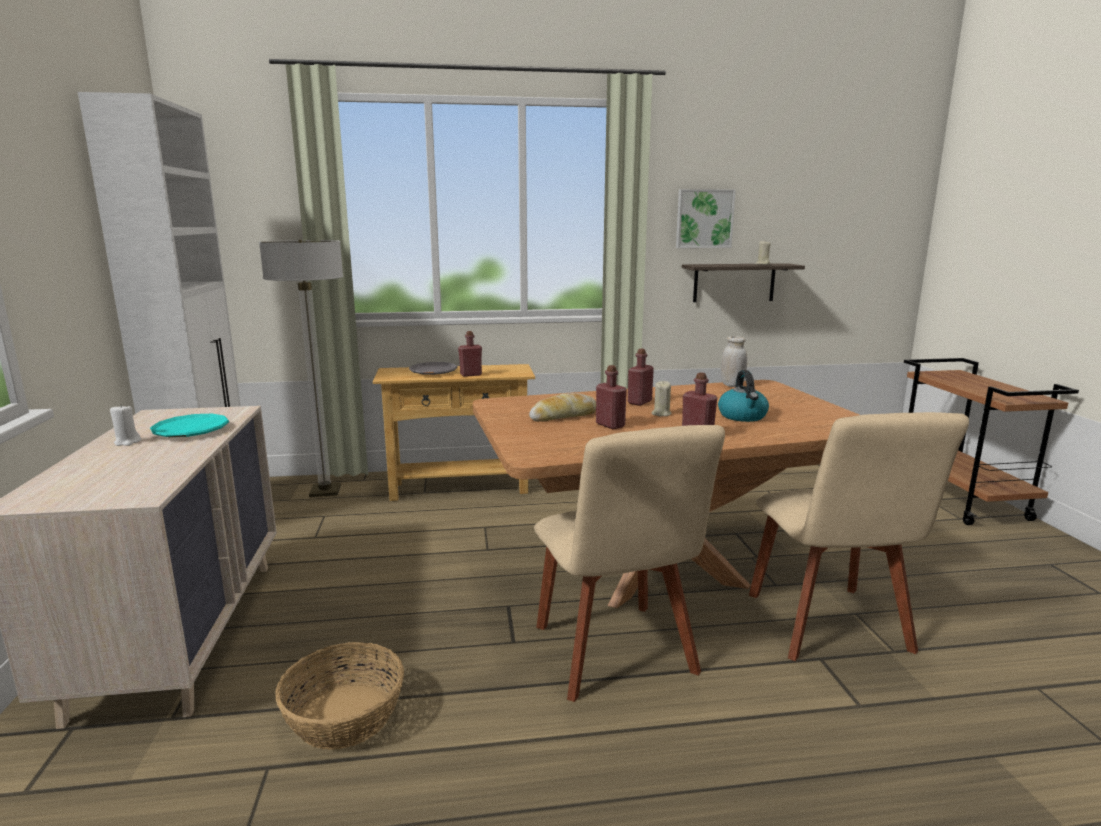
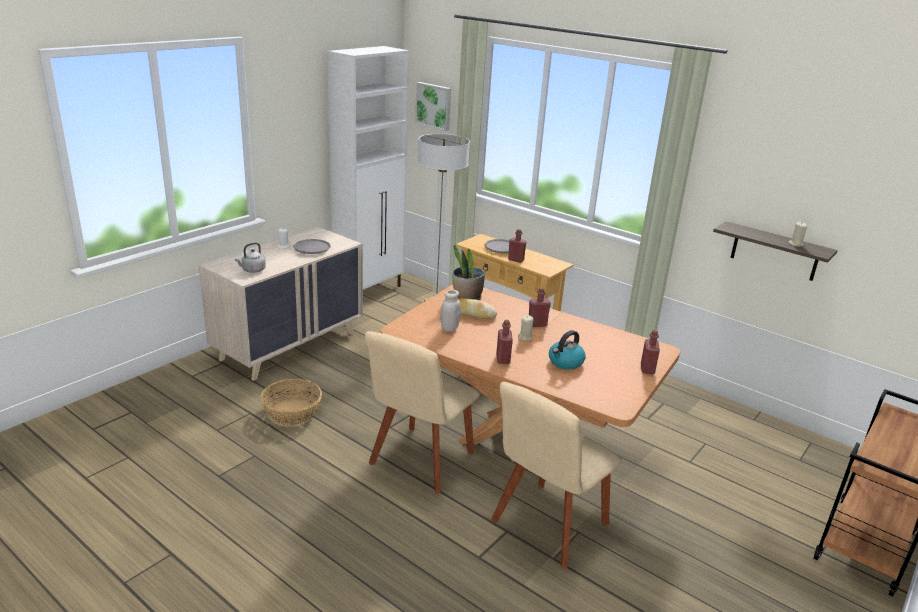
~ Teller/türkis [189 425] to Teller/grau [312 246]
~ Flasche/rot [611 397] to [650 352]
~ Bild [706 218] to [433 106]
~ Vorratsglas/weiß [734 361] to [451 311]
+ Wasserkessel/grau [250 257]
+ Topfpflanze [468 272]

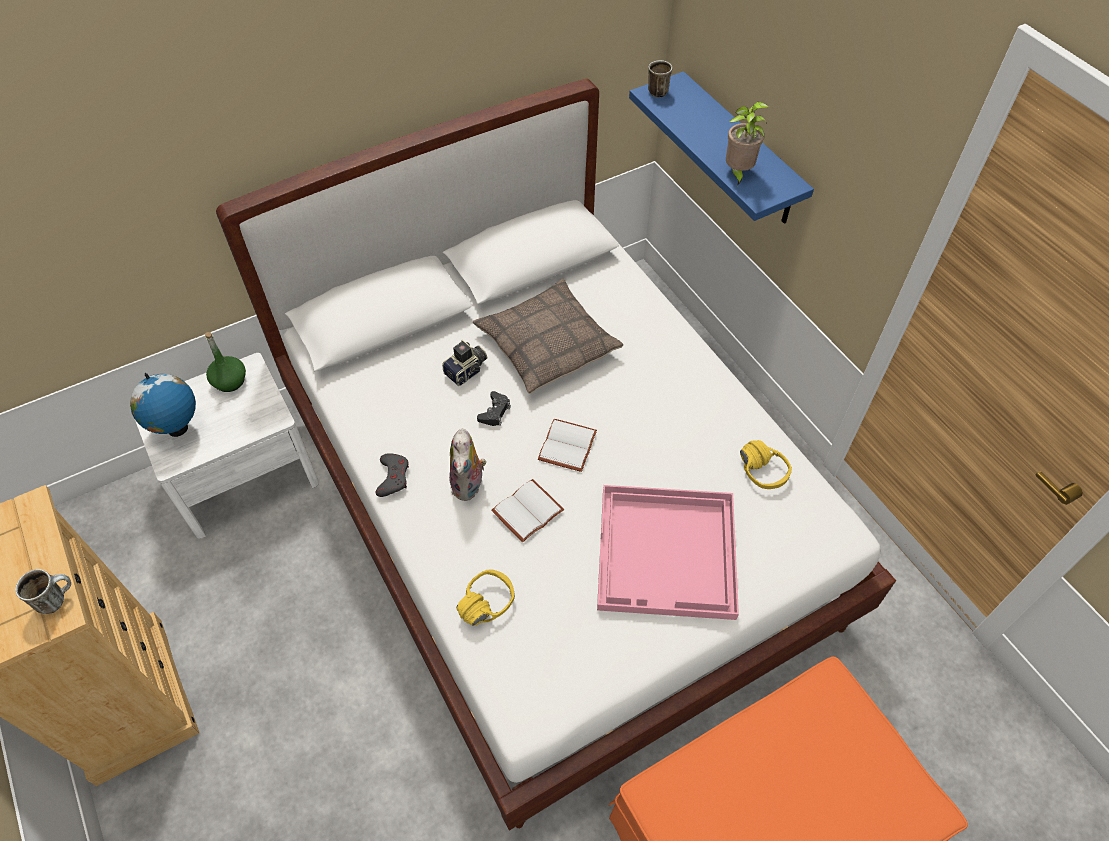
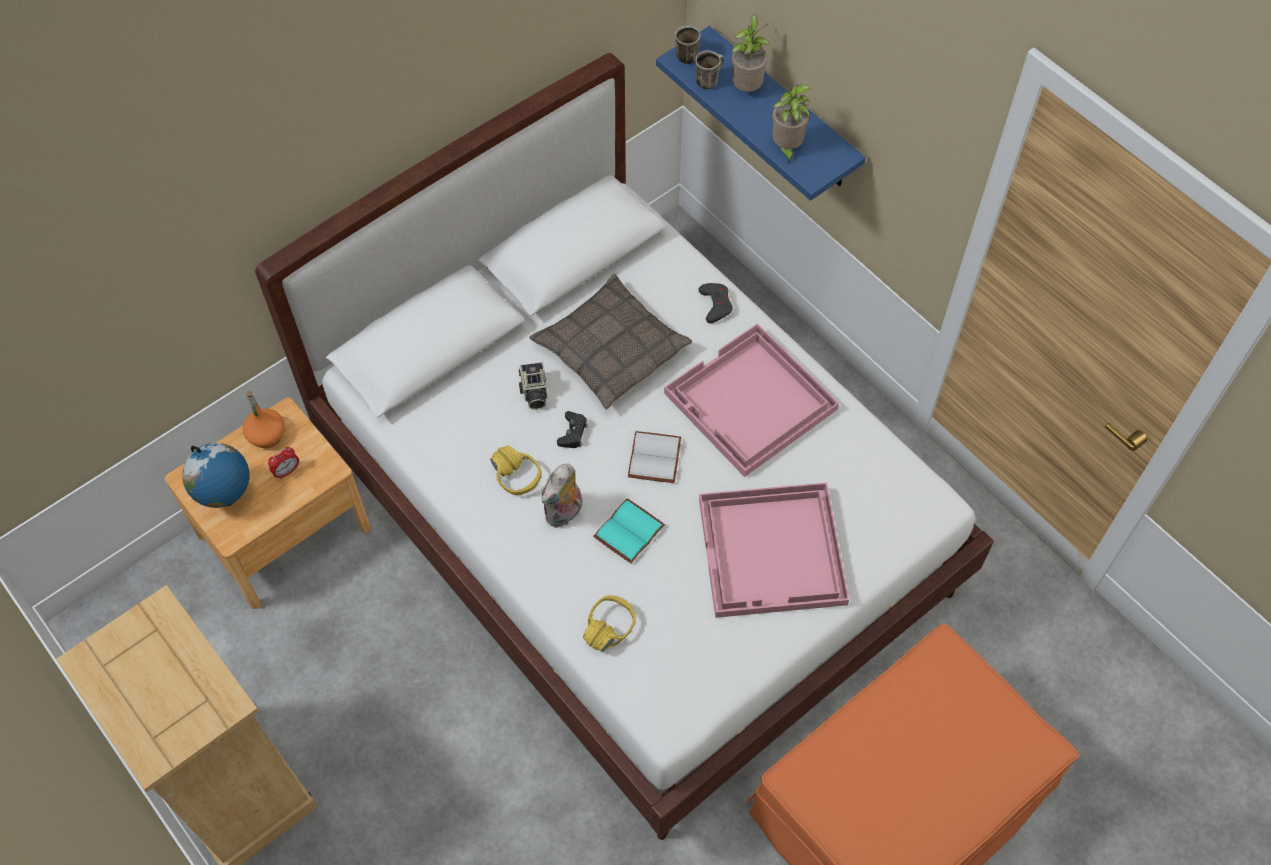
~ Henkelbecher [43 591] to [709 69]
~ Nachttisch/weiß [227 446] to Nachttisch/braun [268 503]
~ Flasche/grün [225 362] to Flasche/orange [264 419]
~ Gamepad/grau [392 475] to [715 303]
~ Kamera [464 362] = [533 386] 135 degrees clockwise
~ Plüschtier [467 464] = [562 495] 45 degrees clockwise
~ Buch/weiß [527 510] to Buch/türkis [629 531]
~ Kopfhörer/gelb [766 464] to [516 470]
+ Wecker [283 463]
+ Tablett/rosa [751 400]
+ Topfpflanze [751 53]

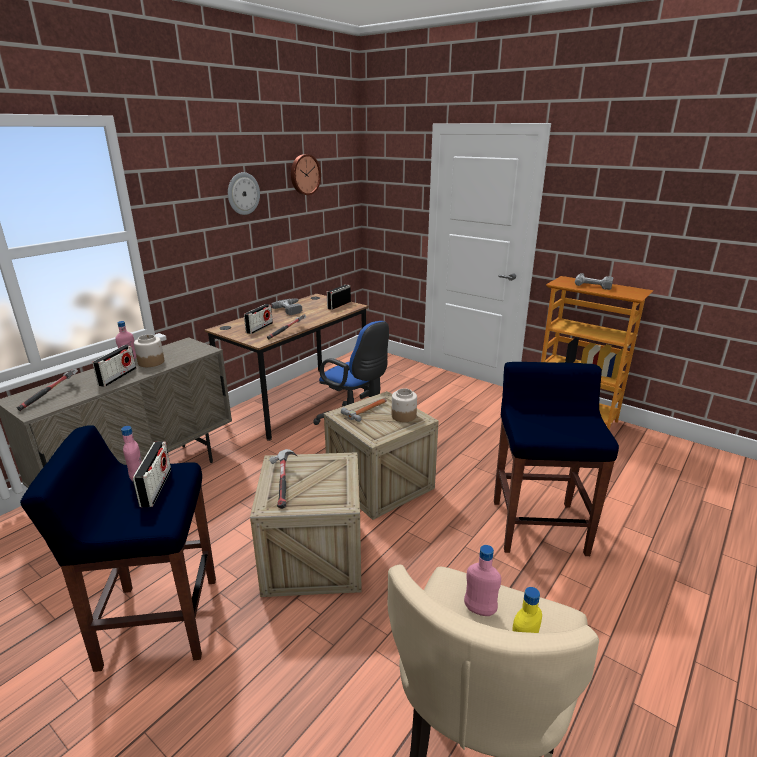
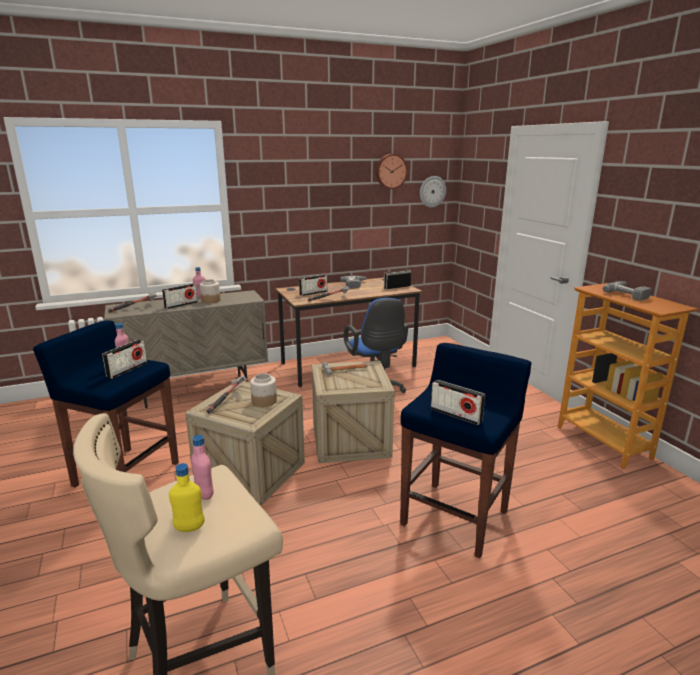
~ Wanduhr [244 193] to [433 191]
~ Vorratsglas [404 405] to [263 390]
+ Radio [458 402]

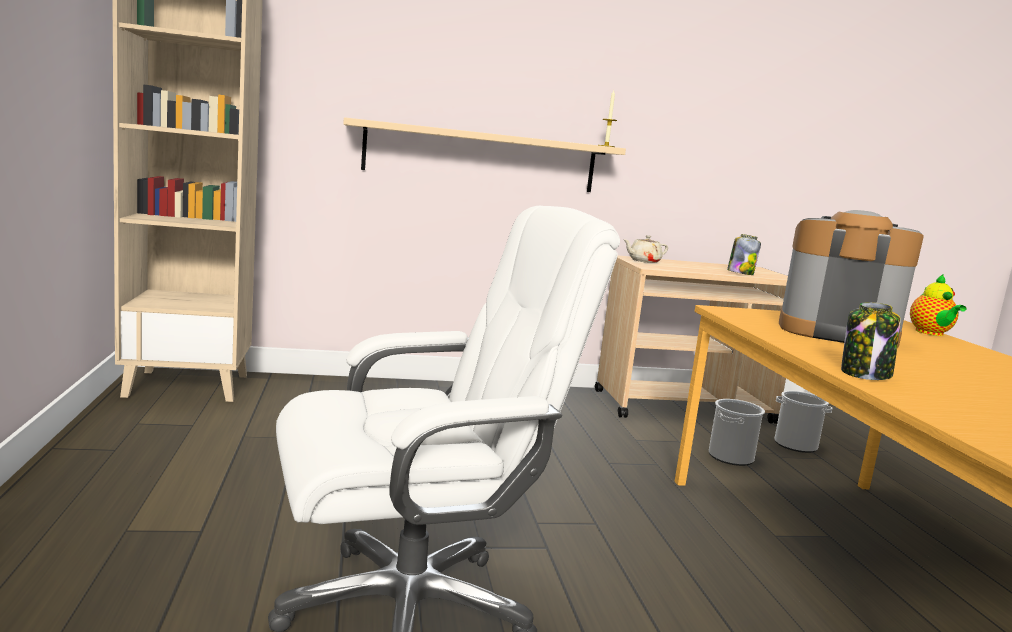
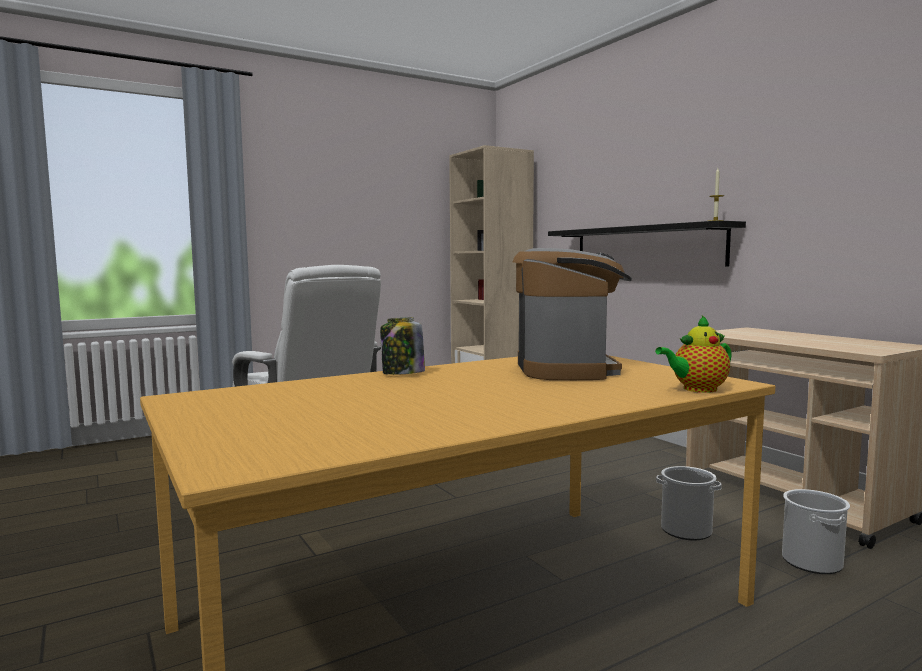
~ Wandregal/beige [484 154] to Wandregal/schwarz [647 243]
- Teekanne/beige [645 249]
- Vorratsglas [744 254]

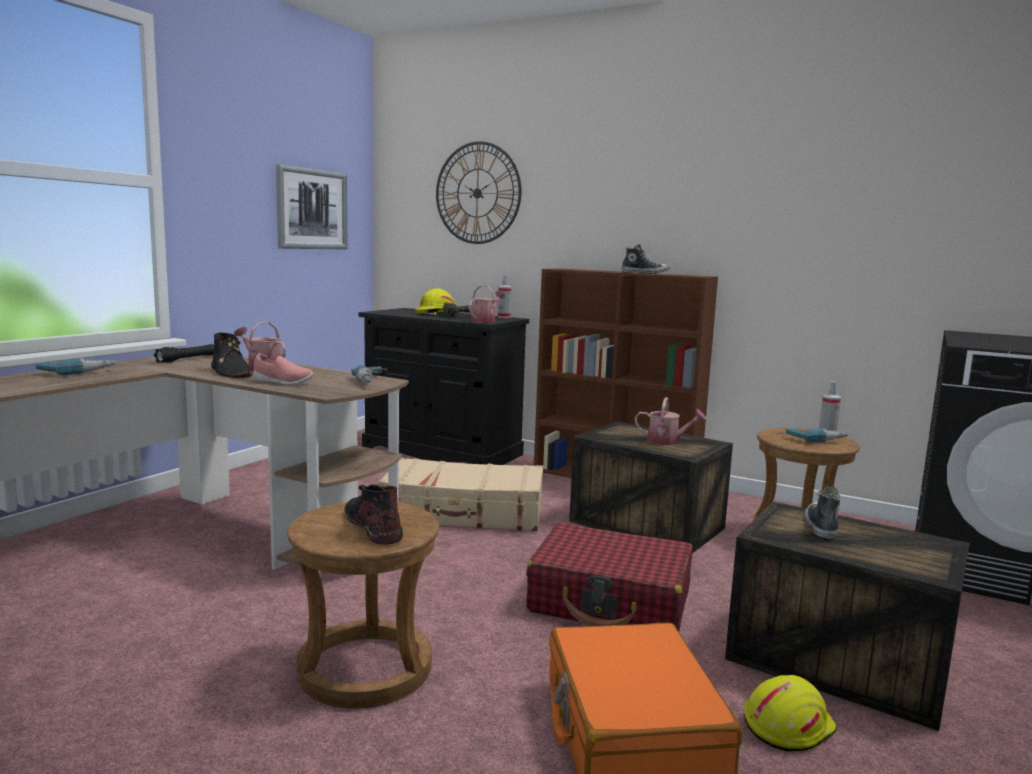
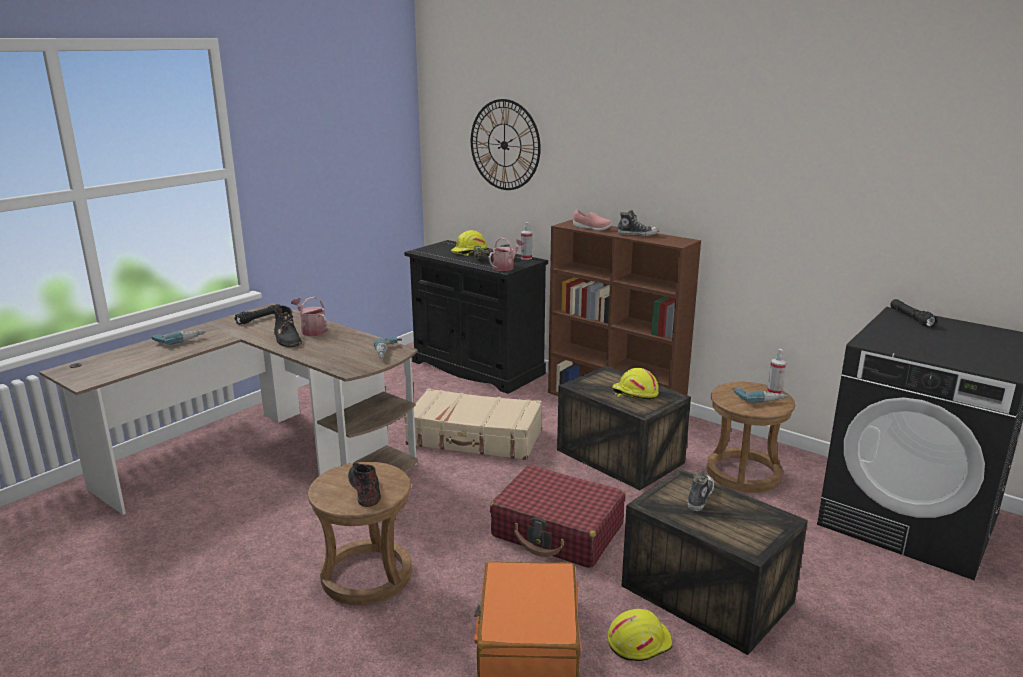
~ Schuh/rosa [283 369] to [592 220]
- Bild [311 207]
~ Gießkanne [671 421] to Schutzhelm/gelb [635 383]
+ Taschenlampe/schwarz [914 313]

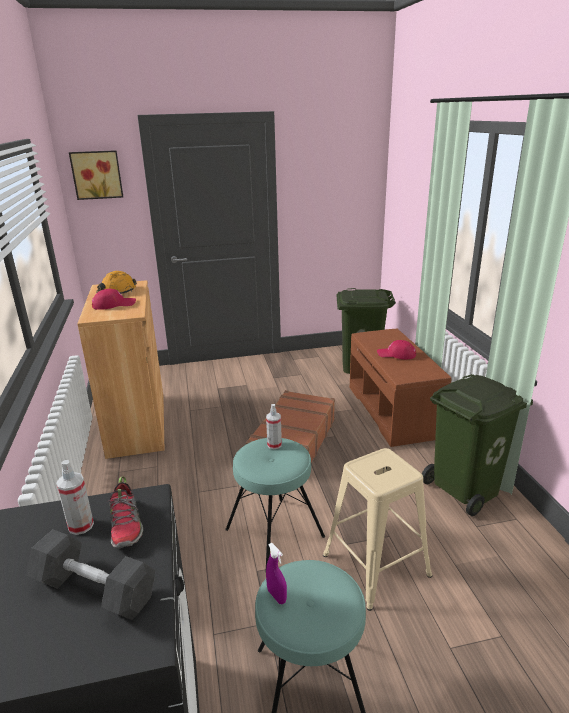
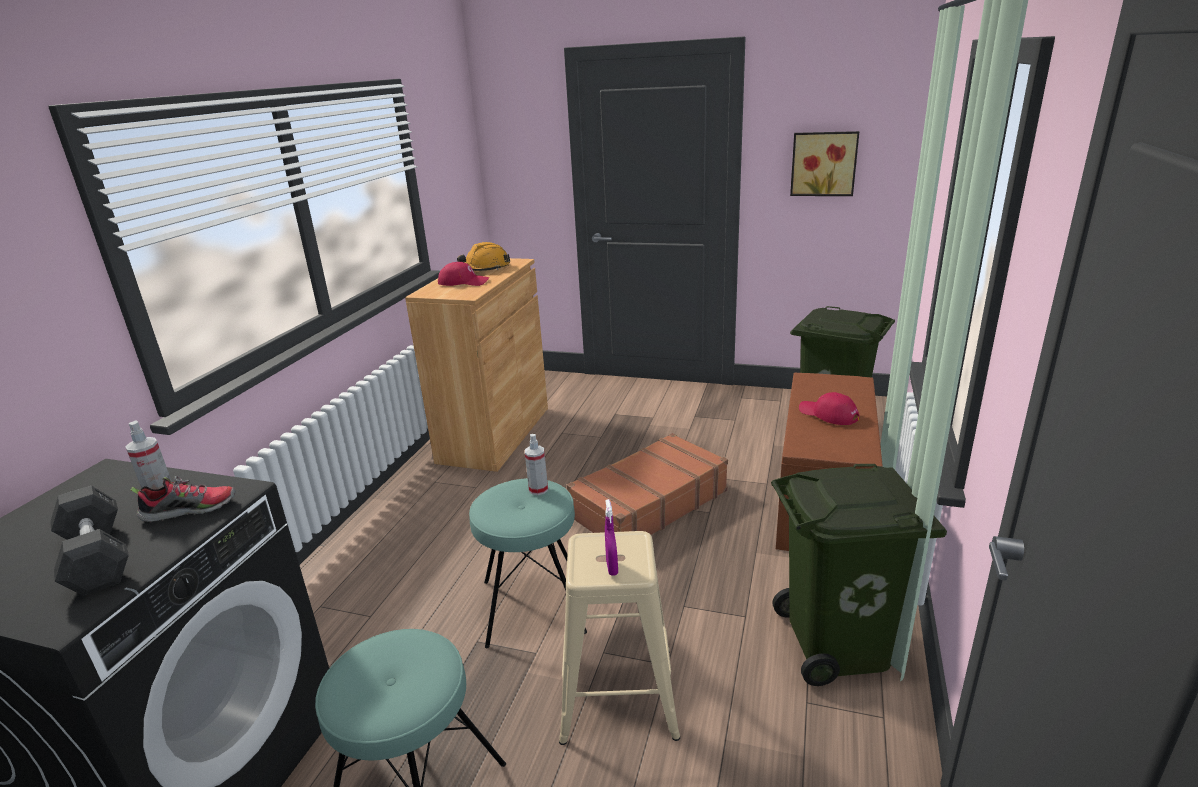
~ Bild [96 175] to [824 163]
~ Schuh [125 512] = [183 499] 120 degrees counterclockwise
~ Sprühflasche/lila [276 573] to [611 537]

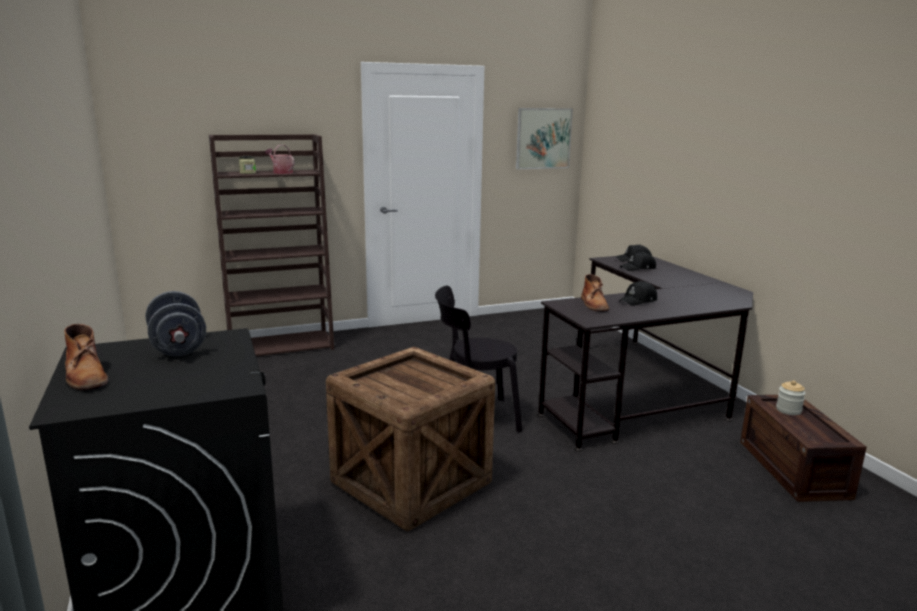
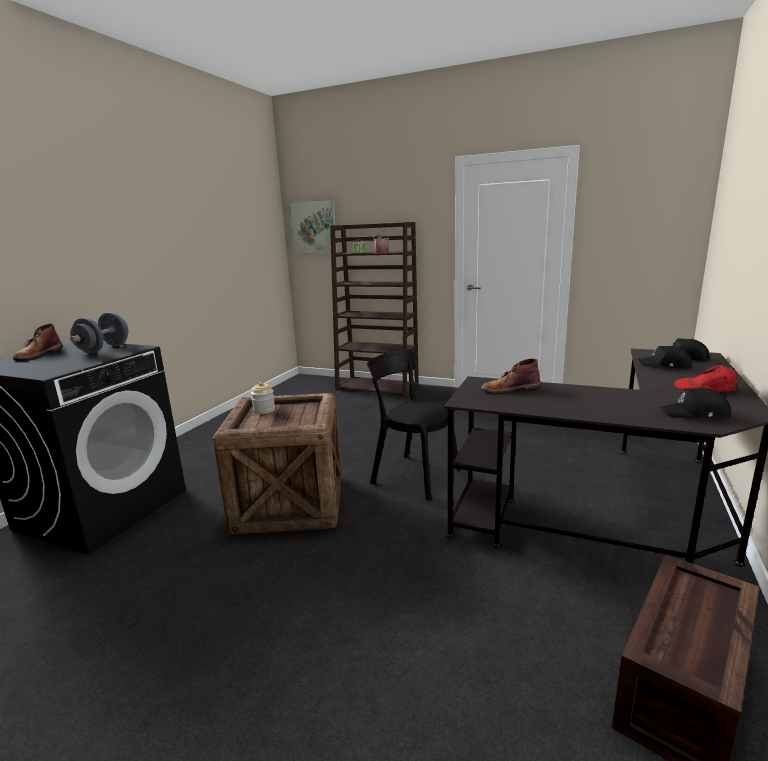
~ Bild [544 138] to [312 226]
~ Stiefel/braun [595 293] = [511 376] 45 degrees clockwise
~ Kappe/schwarz [638 293] to [695 403]
~ Vorratsglas [791 398] to [263 398]
+ Kappe/rot [706 378]

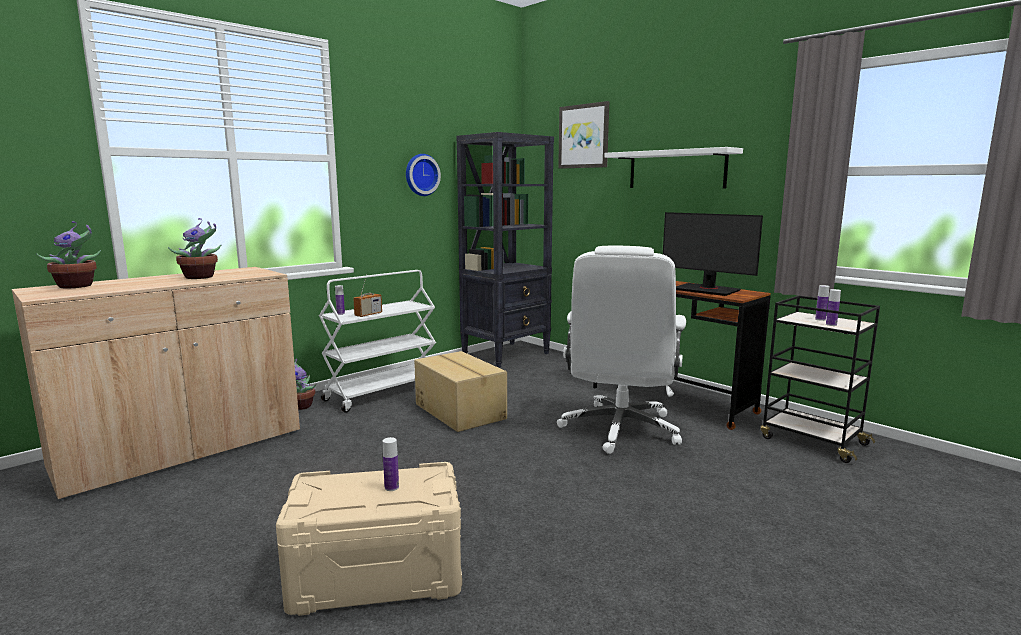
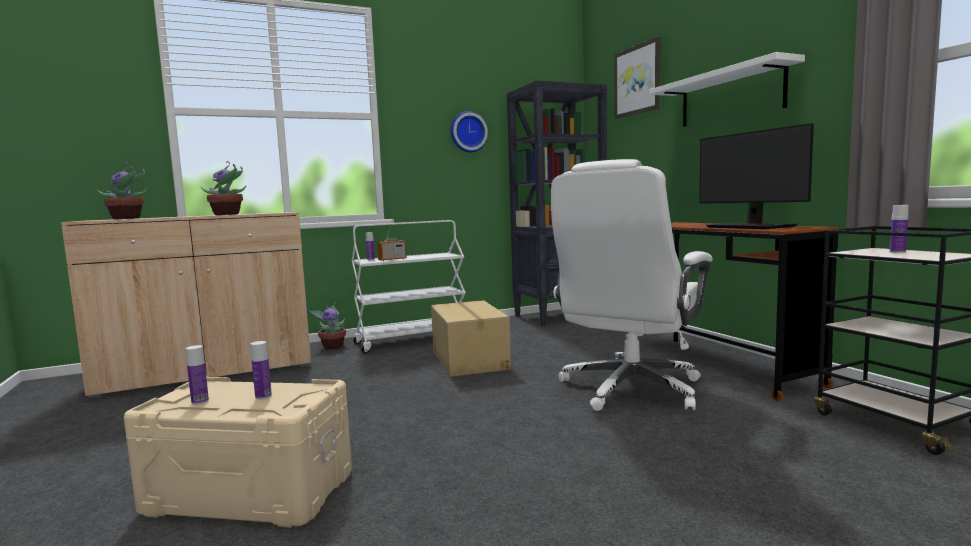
~ Flasche [833 307] to [197 375]

